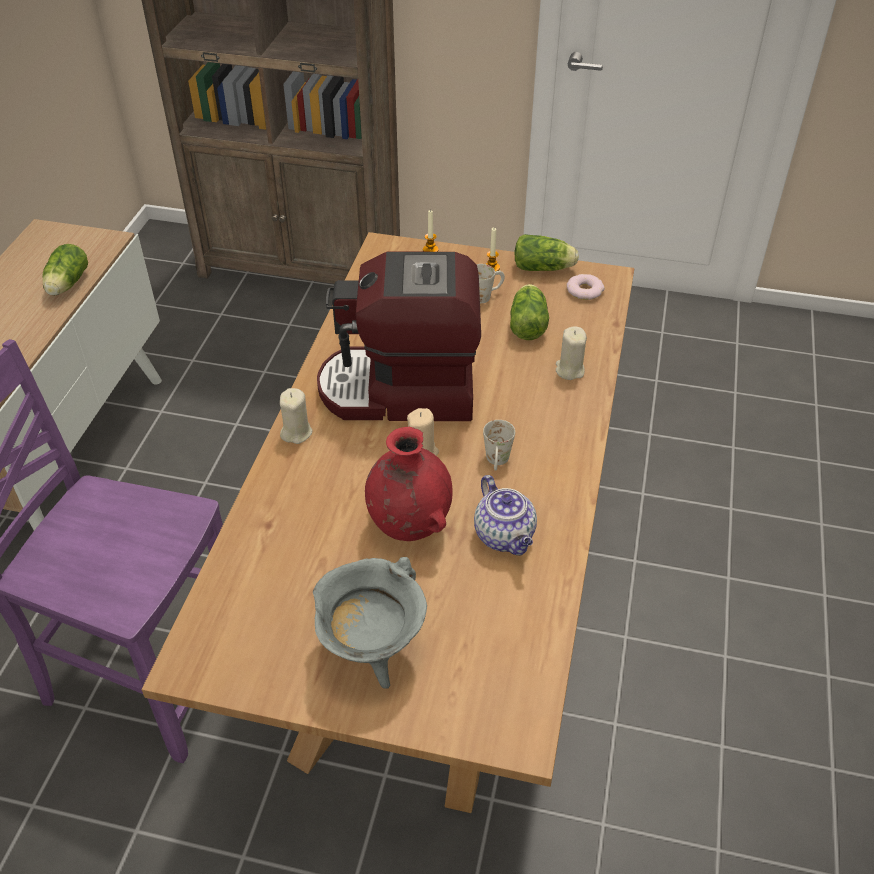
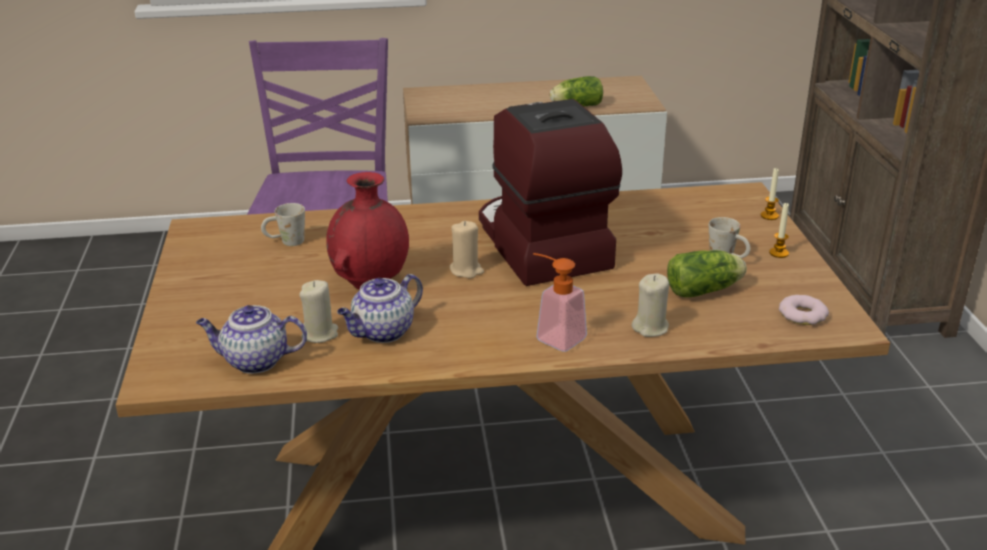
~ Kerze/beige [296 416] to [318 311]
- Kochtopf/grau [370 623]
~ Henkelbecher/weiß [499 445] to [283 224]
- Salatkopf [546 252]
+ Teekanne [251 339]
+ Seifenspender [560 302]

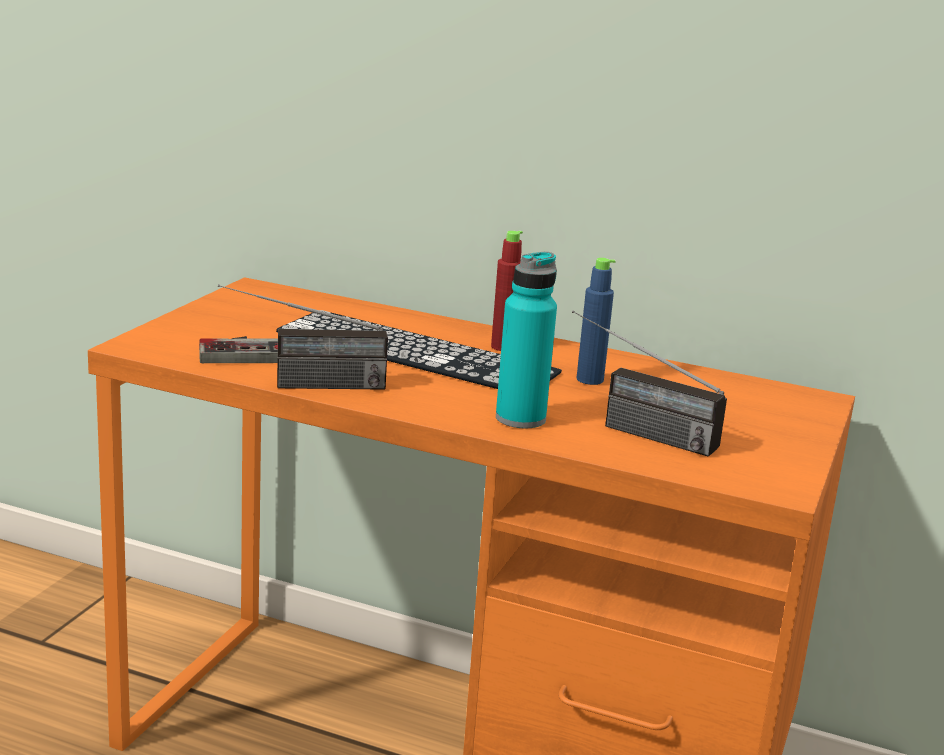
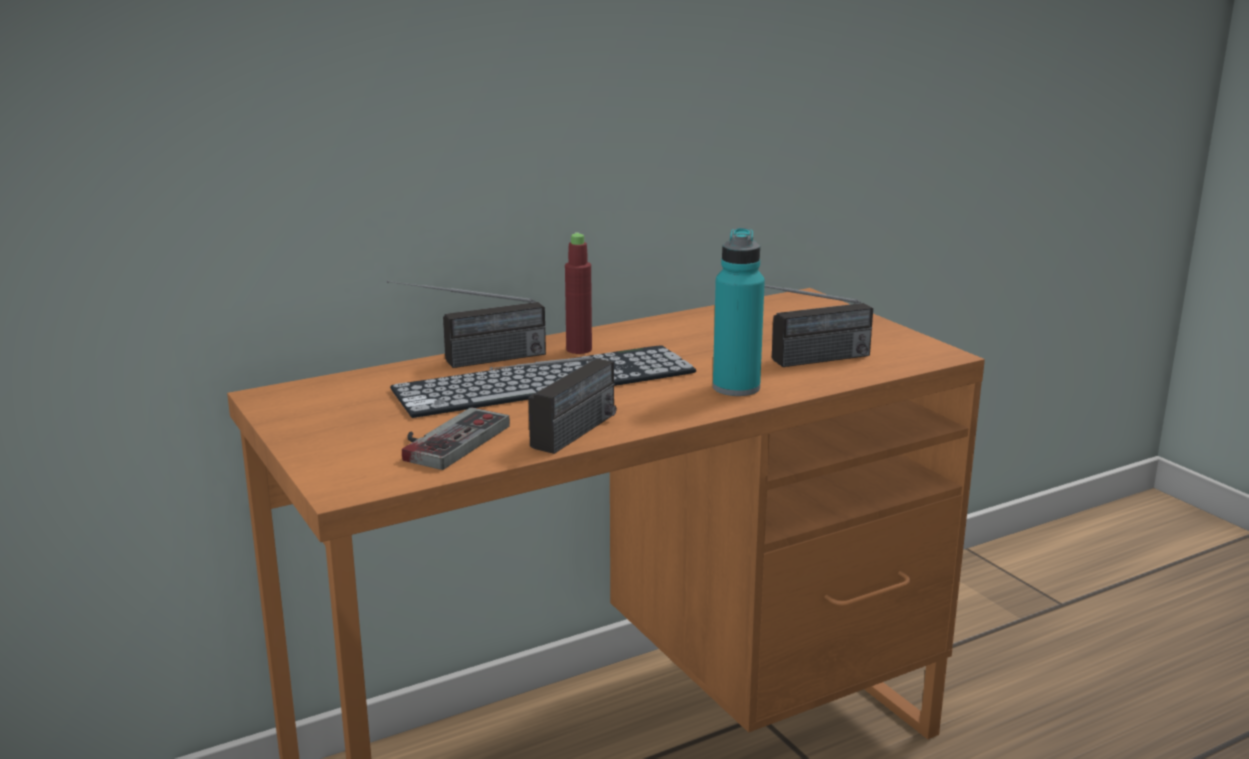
- Flasche/blau [596 321]
+ Radio [466 324]

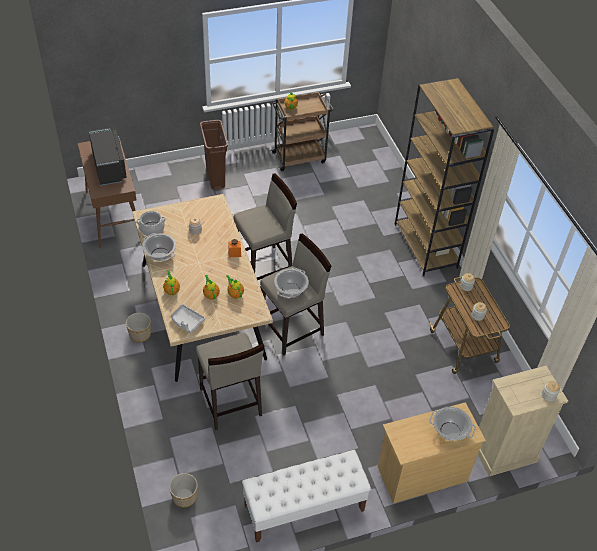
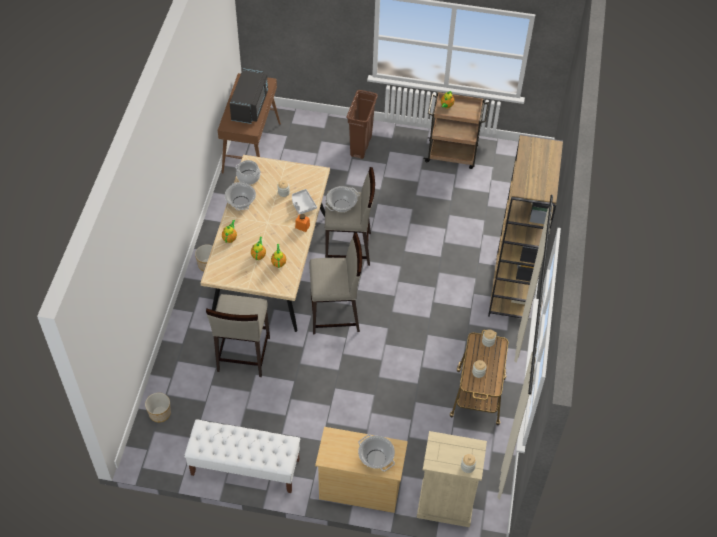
~ Tablett/grau [188 318] to [304 202]
~ Kochtopf [291 283] to [341 199]

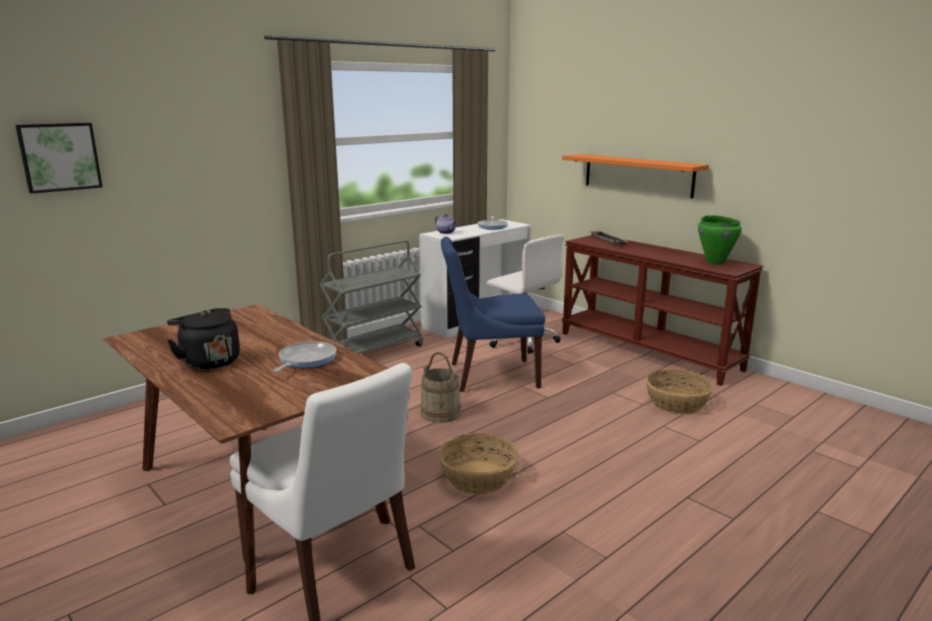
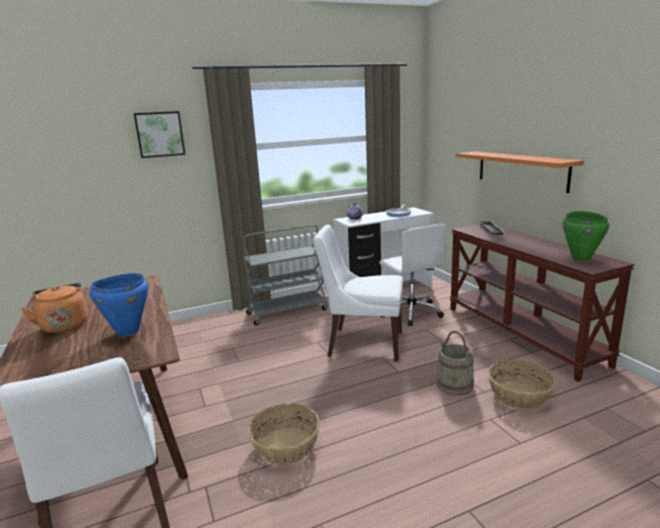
~ Bild [59 158] to [159 134]
~ Wasserkessel/schwarz [203 339] to Wasserkessel/orange [54 308]
~ Pfanne [305 356] to Kochtopf/blau [119 304]
~ Eimer/beige [440 387] to [455 363]
~ Stuhl/blau [493 314] to Stuhl/weiß [358 293]

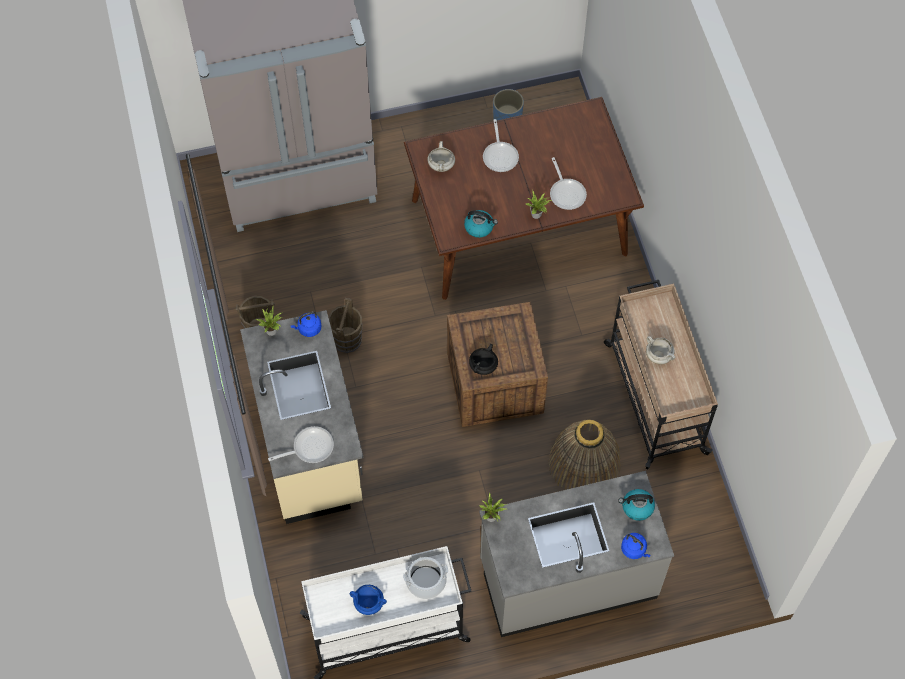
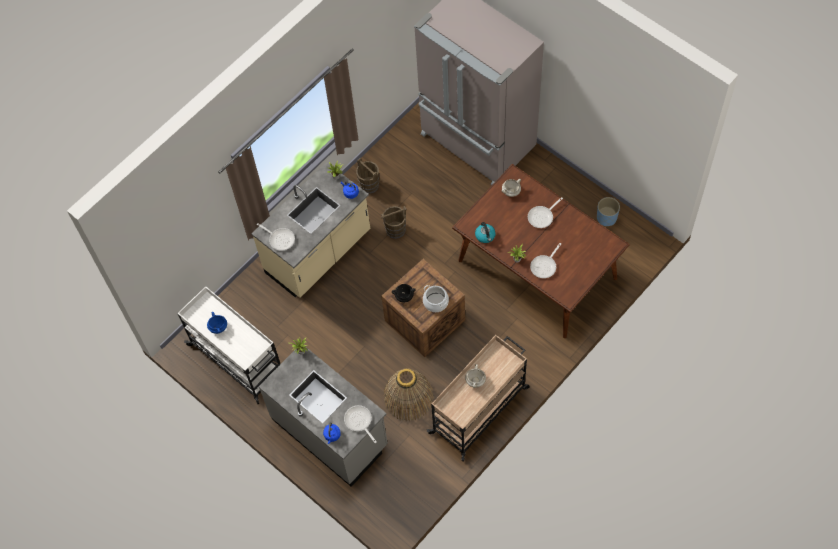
~ Kochtopf [425 578] to [436 298]
~ Wasserkessel [636 505] to Pfanne [360 424]

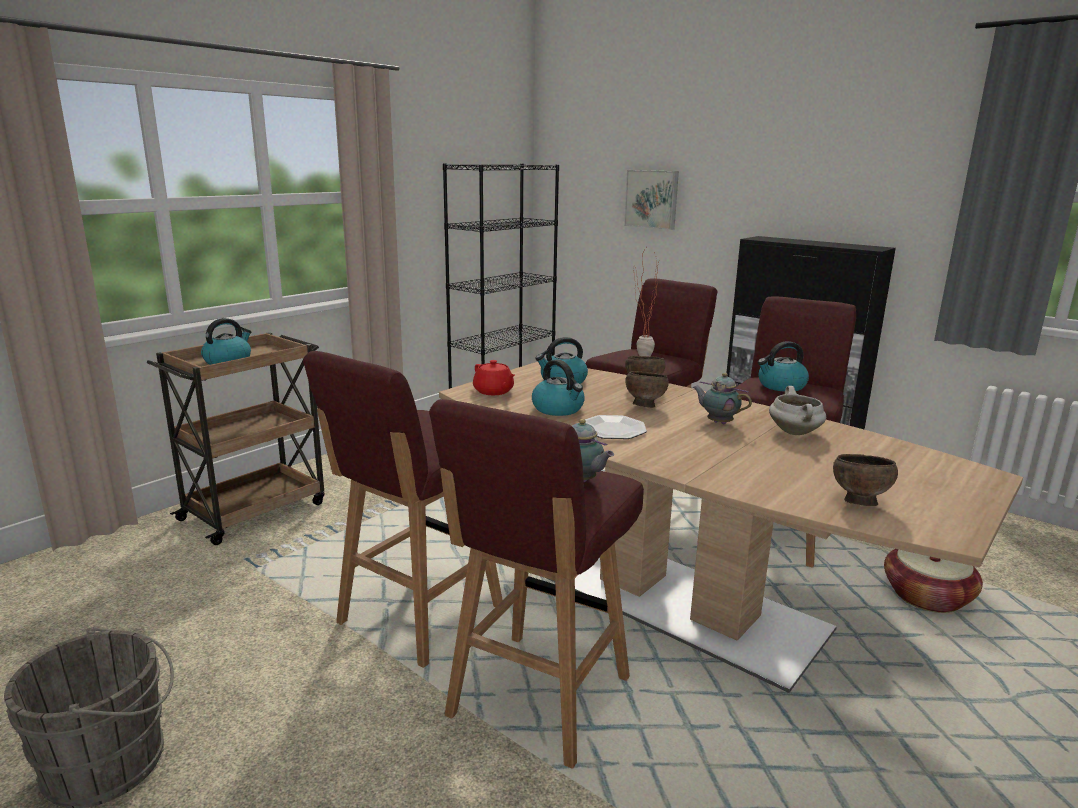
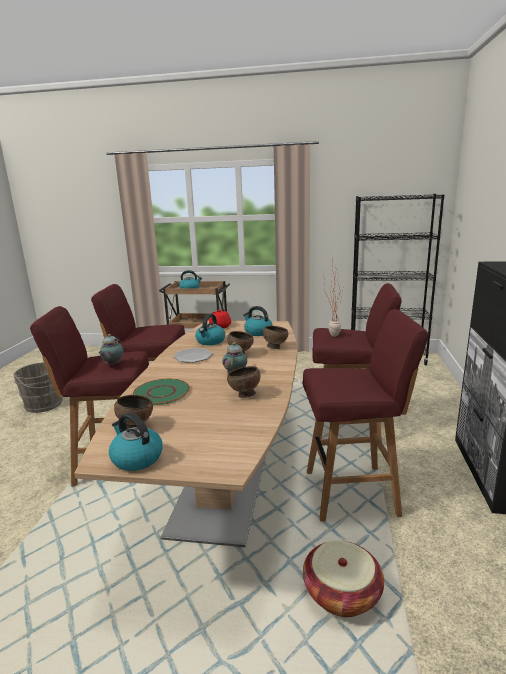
- Bild [651 200]
~ Wasserkessel [783 366] to [136 442]
~ Kochtopf/weiß [797 410] to Schüssel/braun [243 382]
+ Teller/grün [161 392]

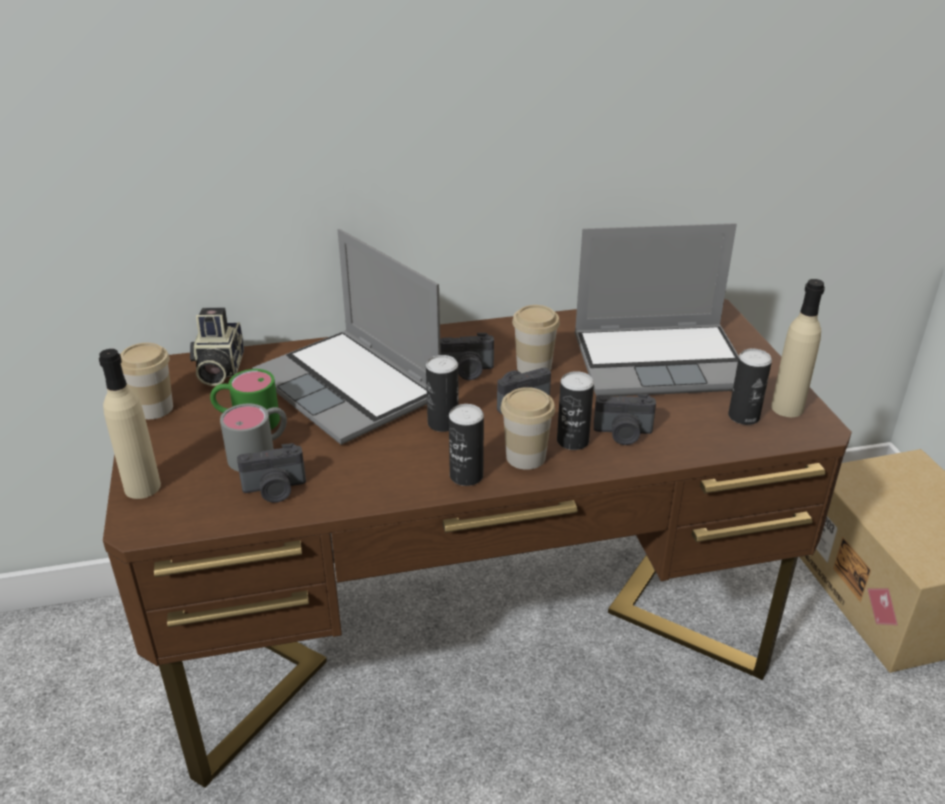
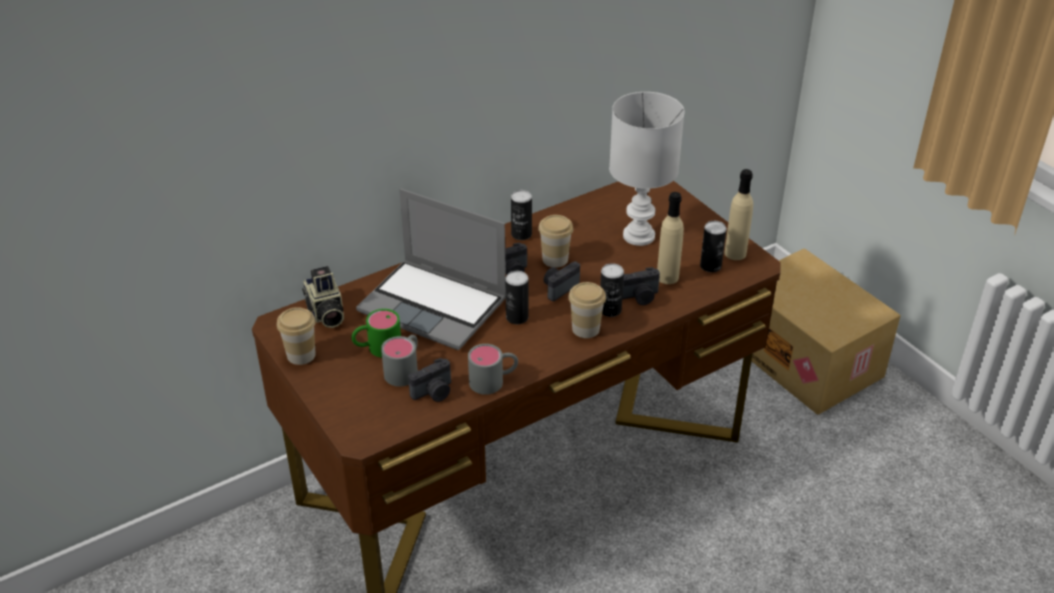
~ Flasche/beige [130 424] to [670 238]
~ Dose [466 445] to [521 215]
~ Laptop [657 310] to Tischlampe/weiß [647 169]
+ Henkelbecher/grau [493 369]

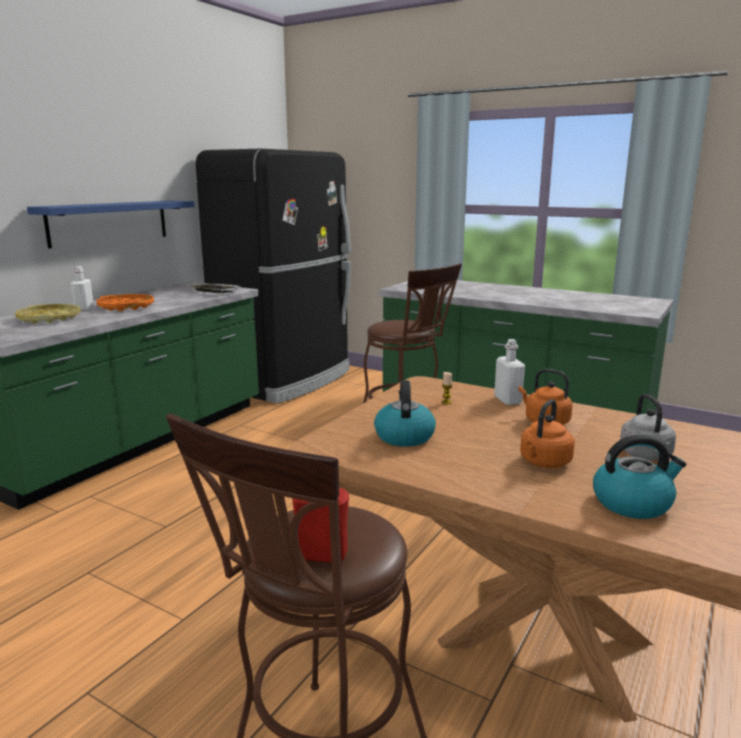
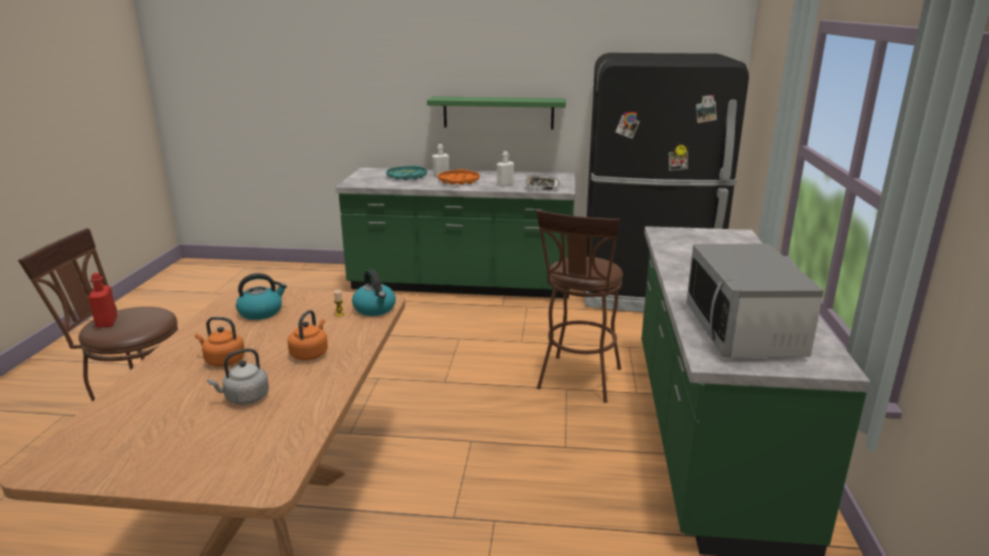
~ Tablett/gelb [48 314] to Tablett/türkis [406 172]
~ Wandregal/blau [110 225] to Wandregal/grün [496 113]
~ Flasche/weiß [509 372] to [505 169]
~ Wasserkessel [639 477] to [374 292]
+ Mikrowelle [755 300]

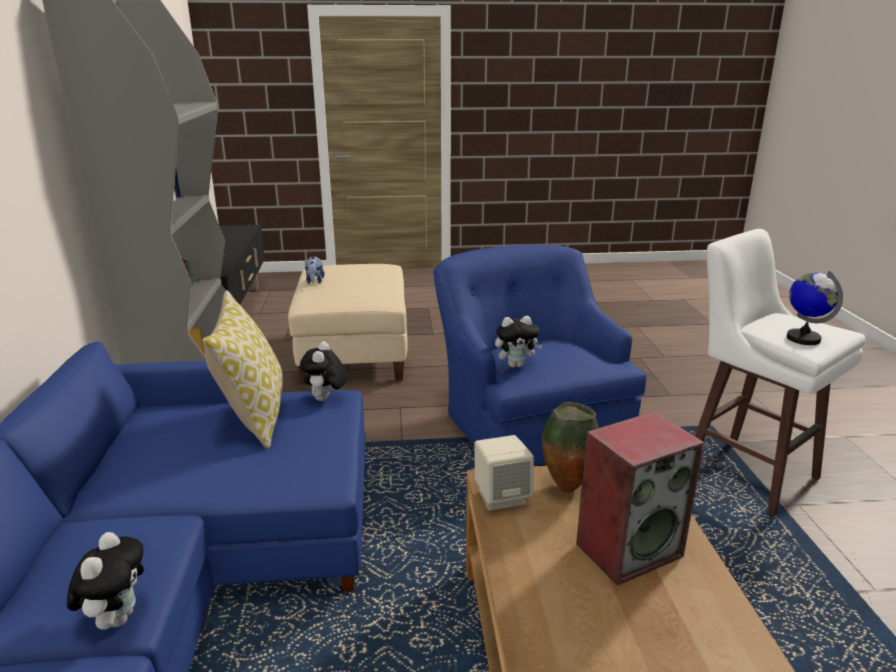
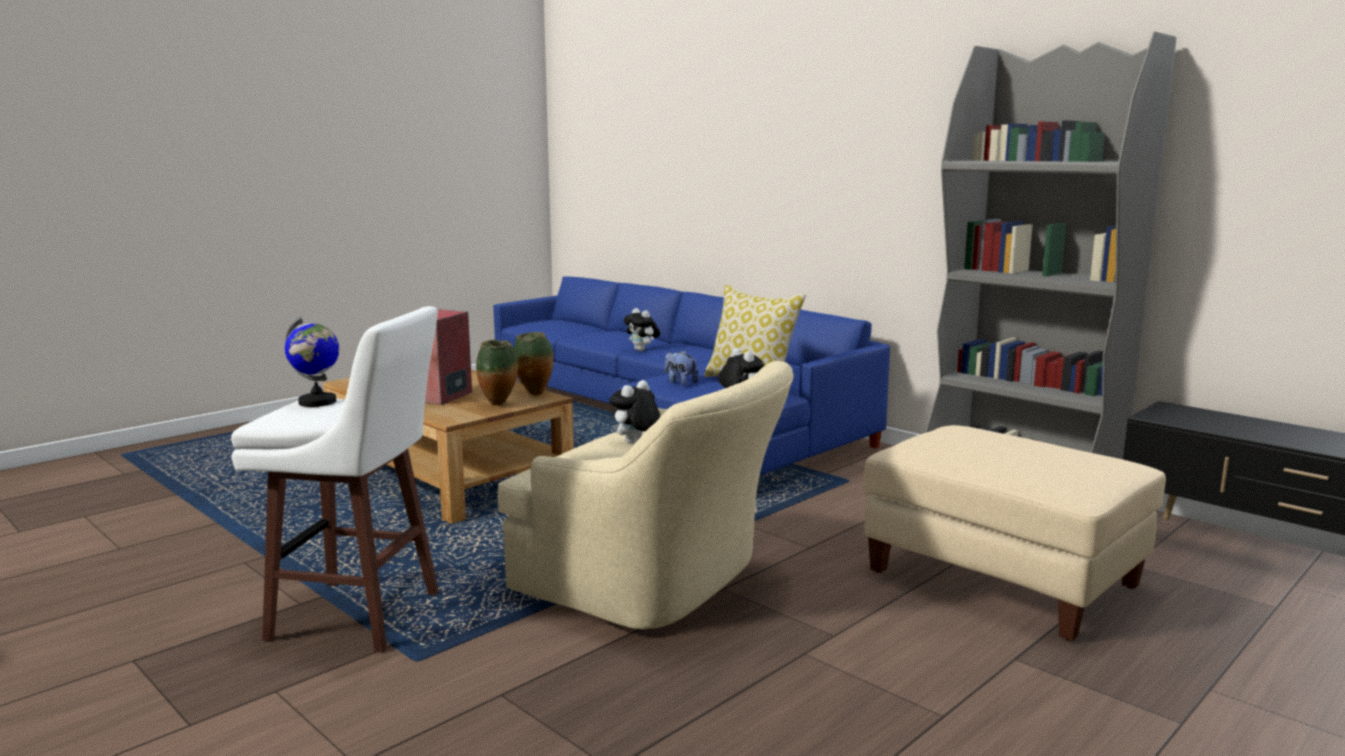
~ Plüschtier [315 270] to [682 368]
~ Sessel/blau [540 355] to Sessel/beige [645 495]
~ Lautsprecher/beige [504 473] to Vase [533 363]

